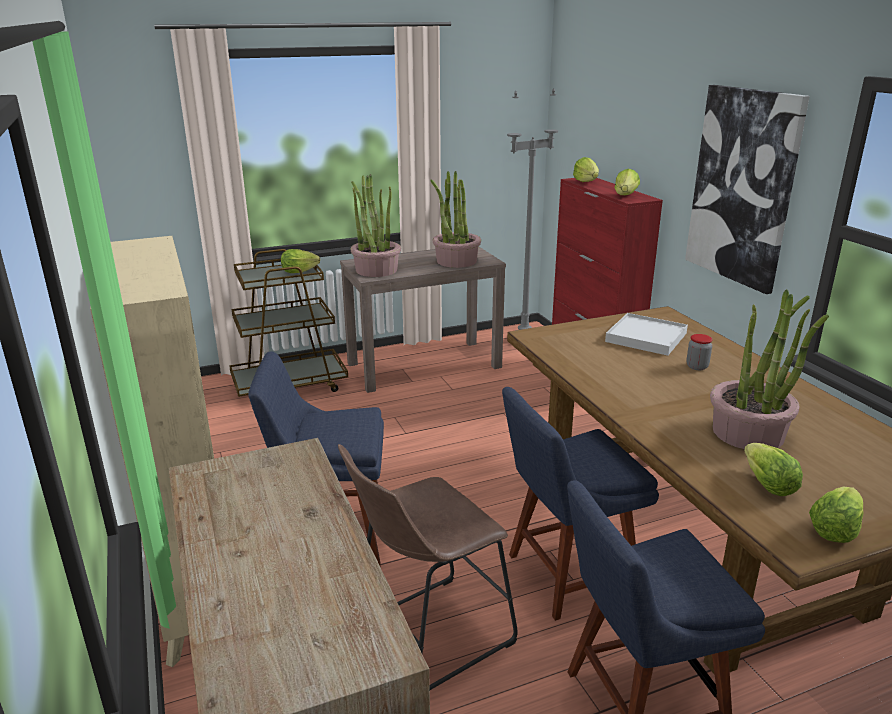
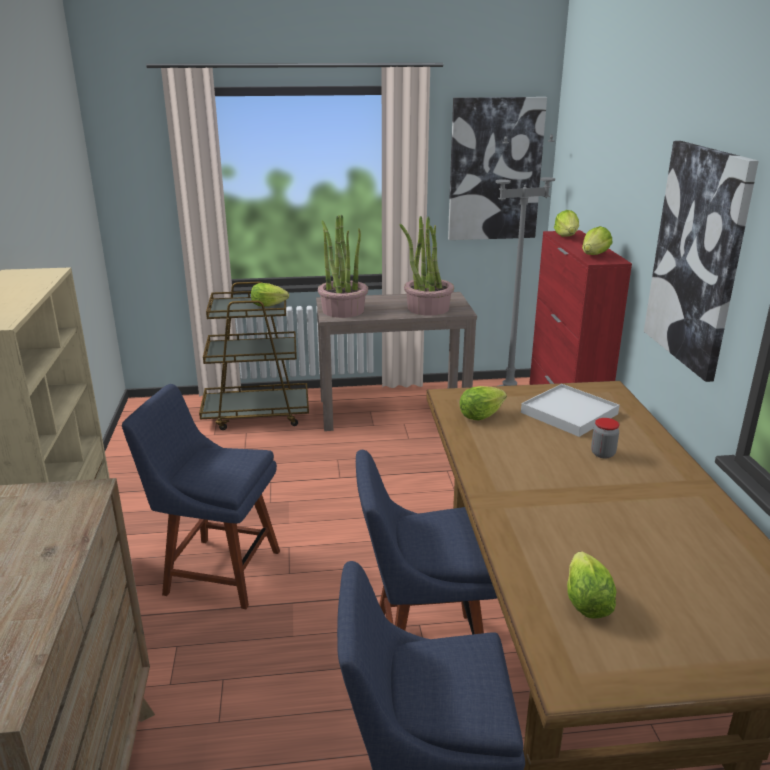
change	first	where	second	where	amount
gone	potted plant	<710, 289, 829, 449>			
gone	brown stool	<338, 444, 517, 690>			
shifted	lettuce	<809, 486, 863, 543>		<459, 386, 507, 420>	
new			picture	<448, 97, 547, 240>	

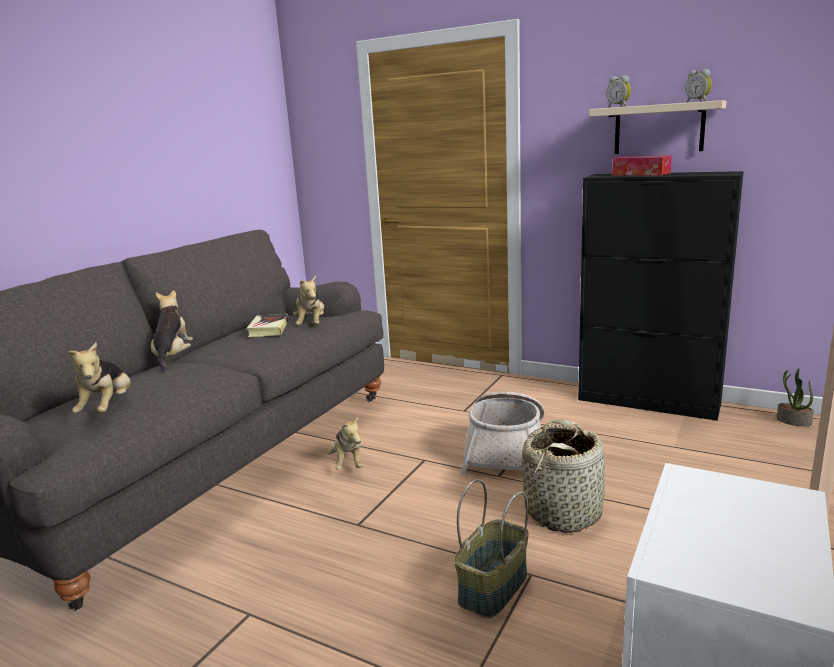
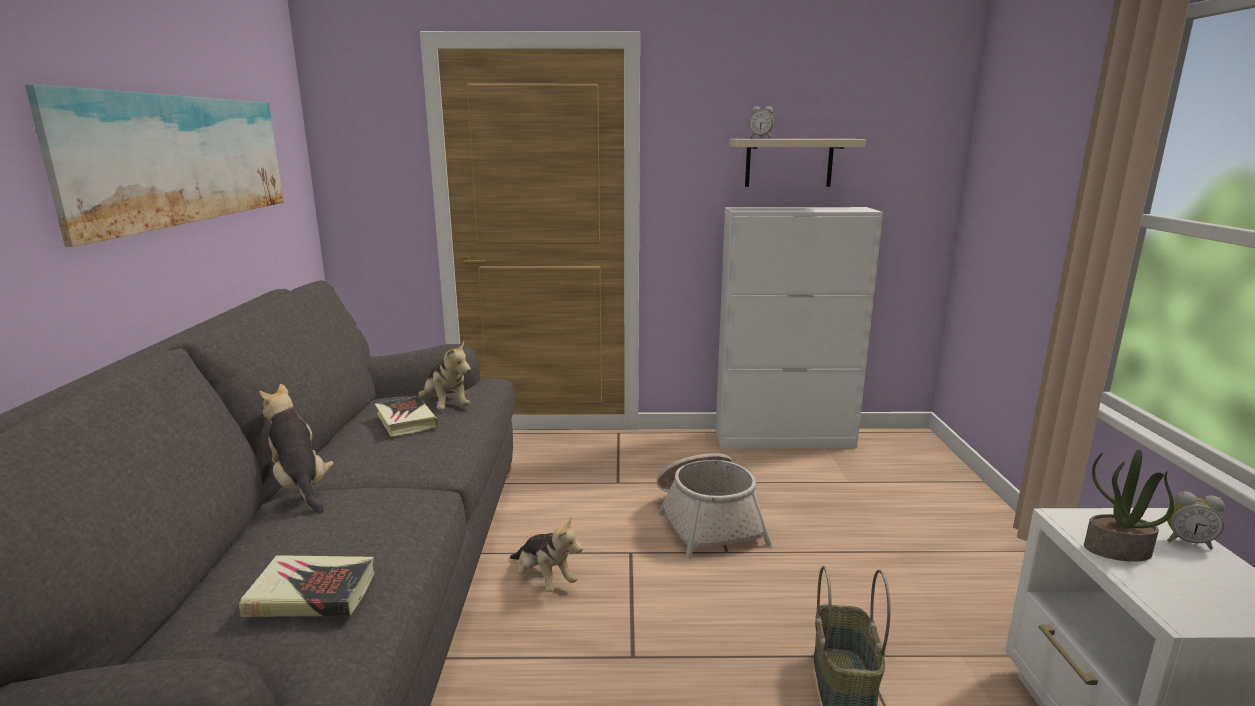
change	first	where	second	where	amount
shifted	alarm clock	<685, 69, 712, 103>		<1167, 492, 1225, 549>	
gone	tissue box	<612, 155, 672, 176>			
repainted	black cabinet	<578, 171, 744, 421>	white cabinet	<716, 207, 883, 449>	
swapped	plush toy	<69, 343, 131, 413>	book	<239, 555, 375, 617>	
shifted	potted plant	<777, 368, 814, 427>		<1084, 450, 1174, 562>	
gone	basket	<521, 419, 605, 533>			
new			picture	<25, 84, 284, 247>	

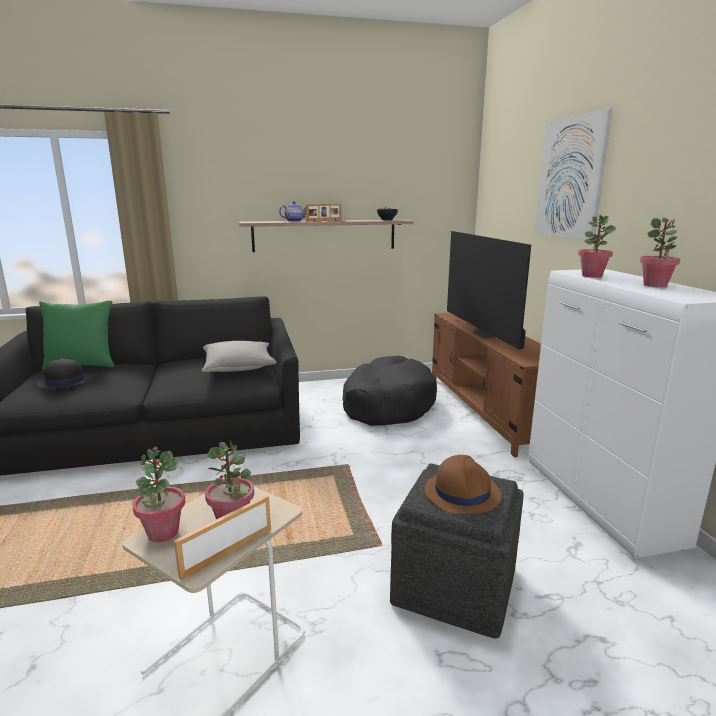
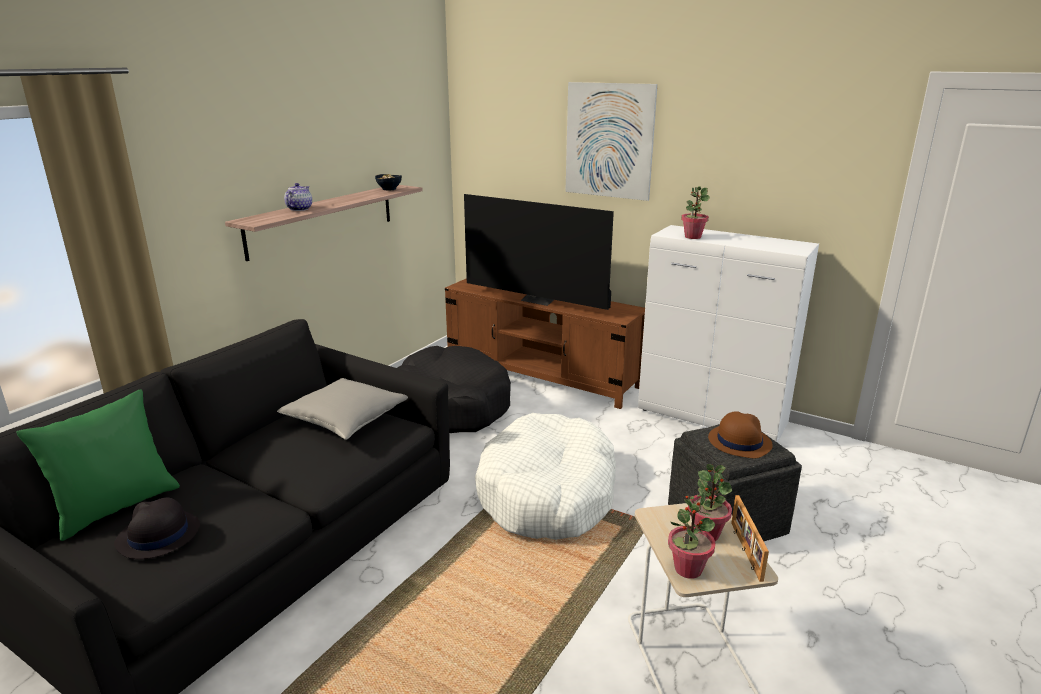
change	first	where	second	where	amount
gone	picture frame	<306, 204, 341, 222>			
gone	potted plant	<640, 218, 680, 287>			
new			white dog bed	<475, 413, 616, 540>	

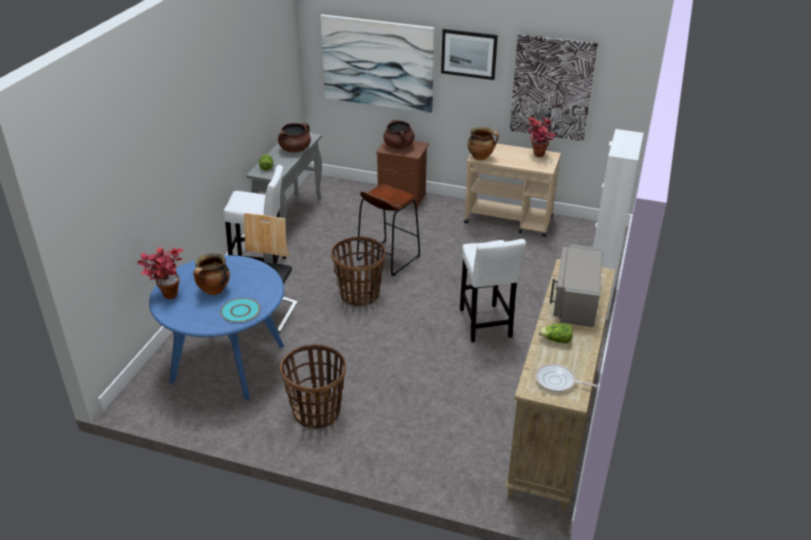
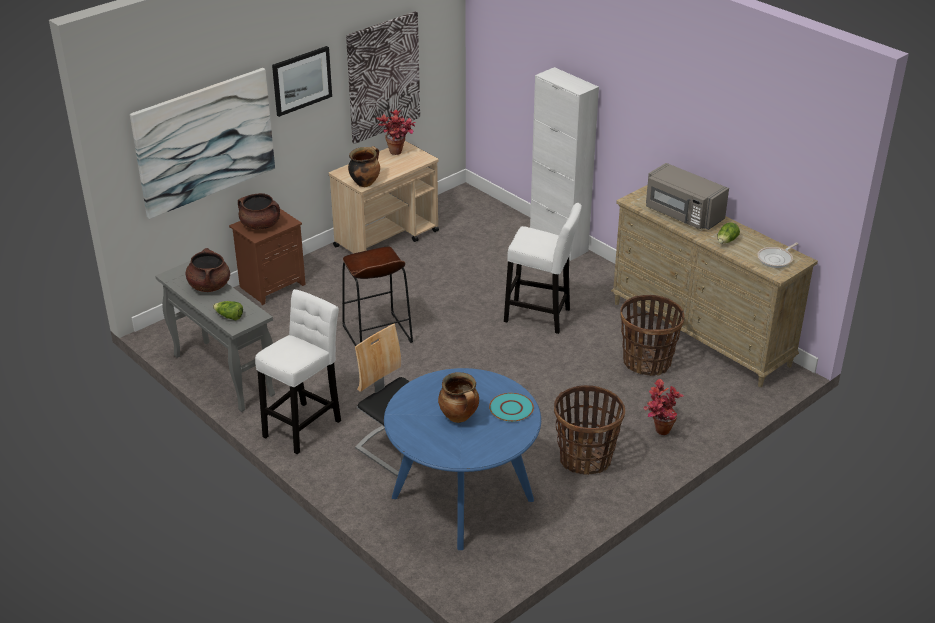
change	first	where	second	where	amount
shifted	basket	<331, 236, 386, 306>		<620, 295, 685, 376>	
shifted	potted plant	<137, 247, 183, 299>		<644, 379, 684, 435>	

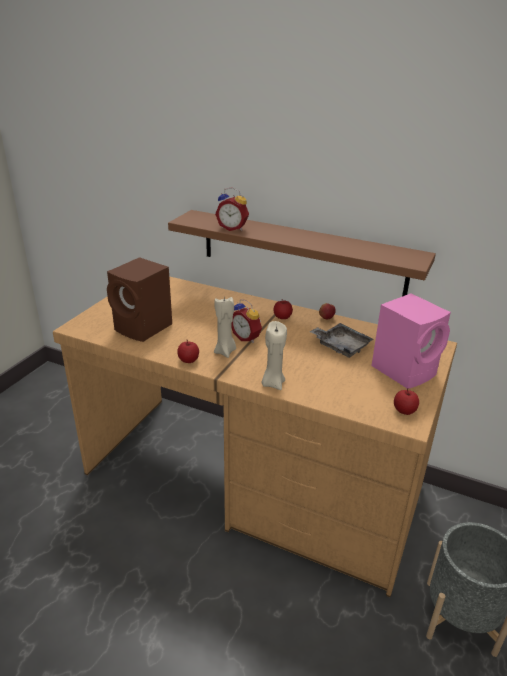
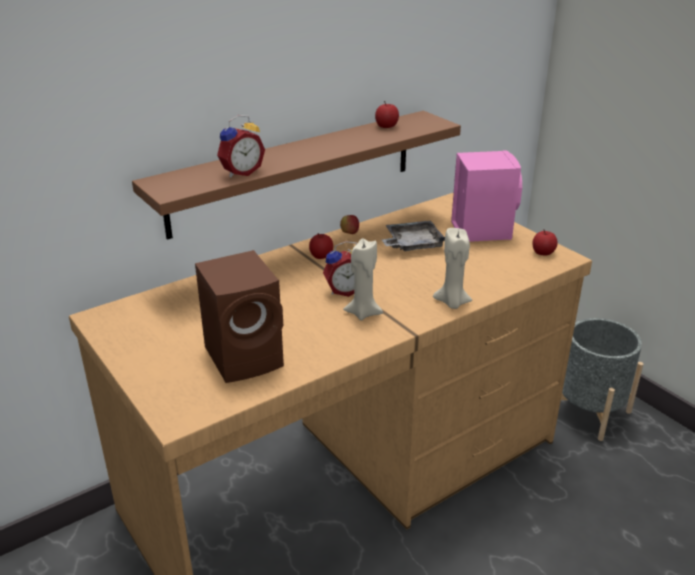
change	first	where	second	where	amount
shifted	apple	<177, 340, 199, 363>		<375, 101, 399, 128>	

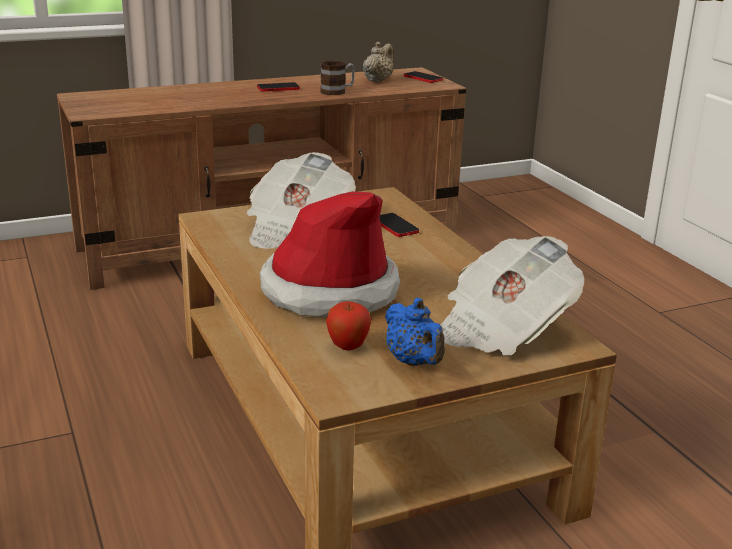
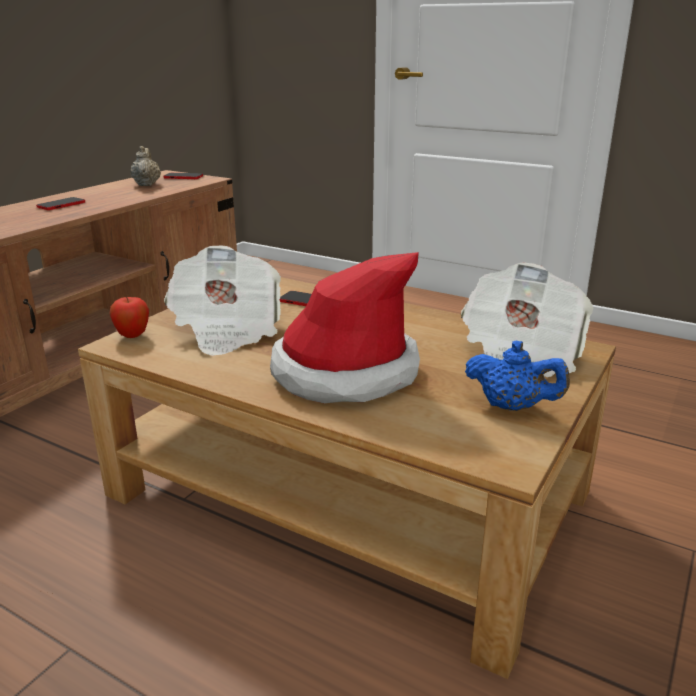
change	first	where	second	where	amount
gone	mug	<320, 61, 355, 95>			
shifted	apple	<326, 301, 371, 351>		<110, 297, 149, 338>	

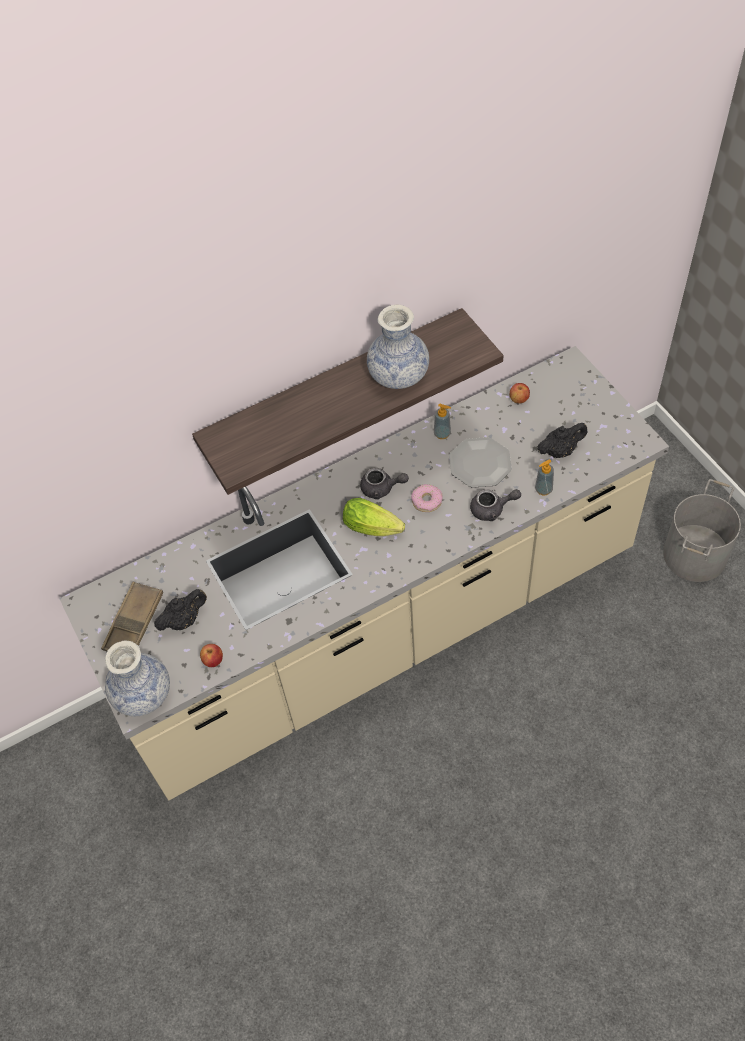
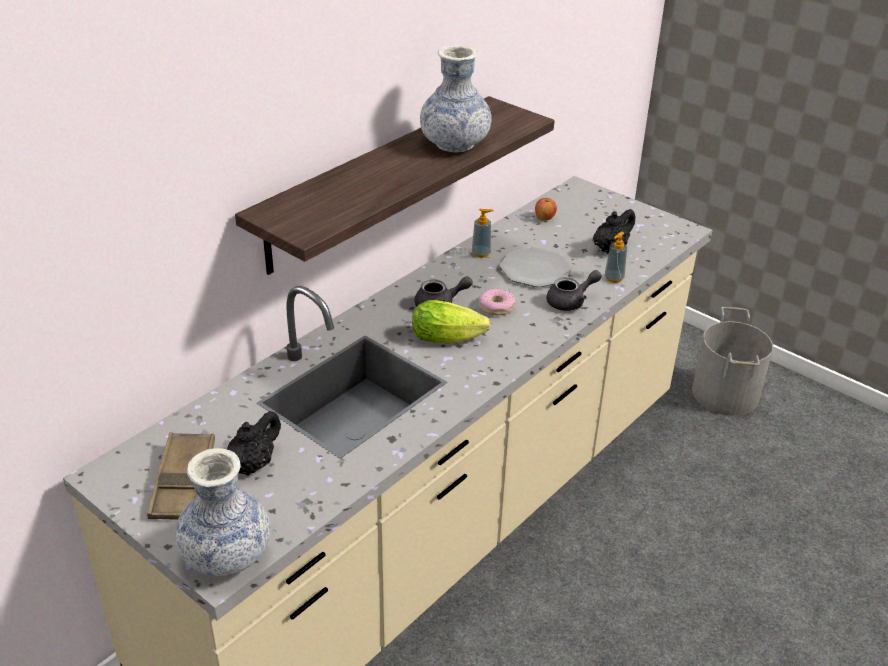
change	first	where	second	where	amount
gone	apple	<200, 644, 223, 667>			

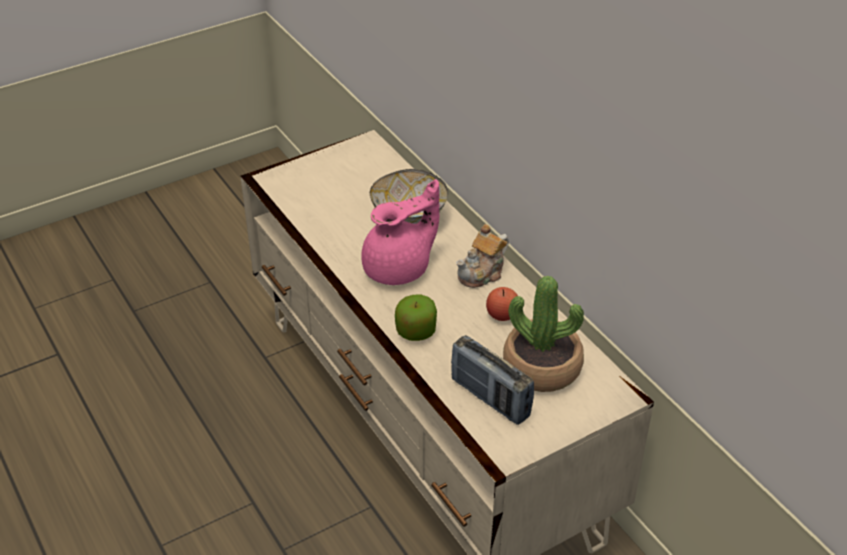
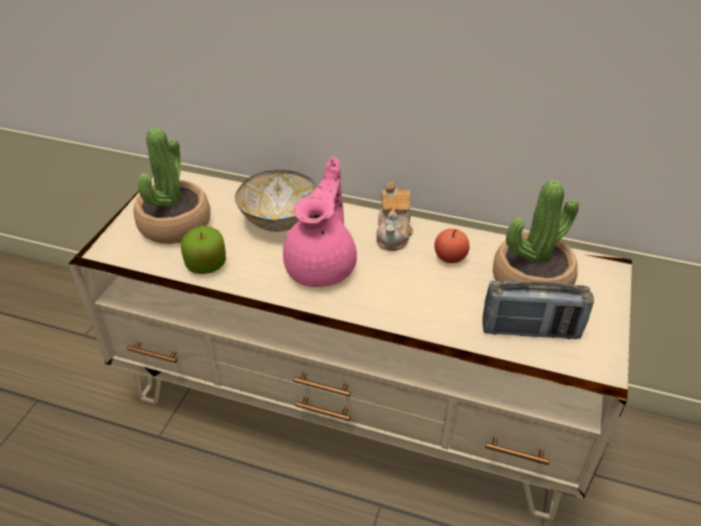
change	first	where	second	where	amount
shifted	apple	<395, 295, 437, 341>		<181, 226, 226, 274>	
new			potted plant	<134, 128, 211, 244>	

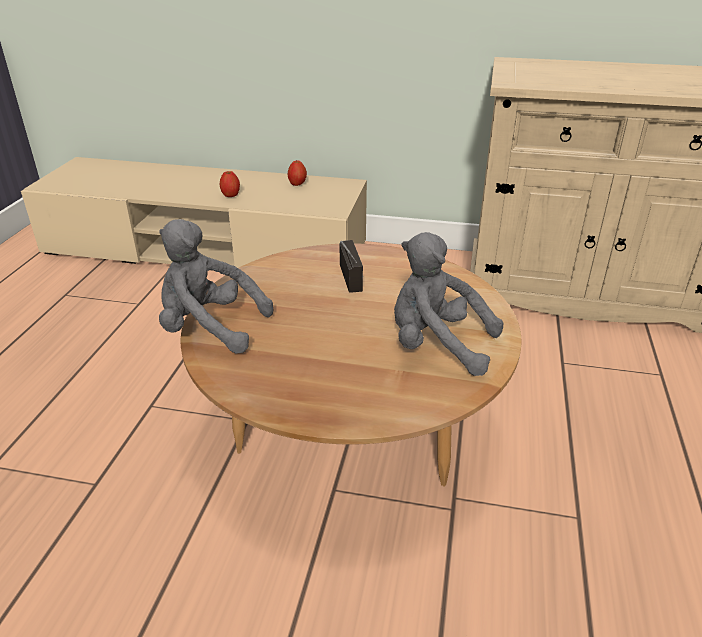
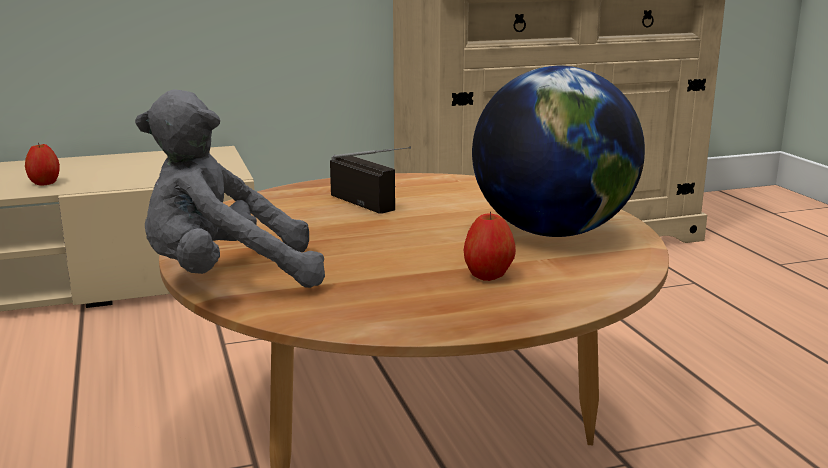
change	first	where	second	where	amount
shifted	apple	<288, 161, 307, 186>		<464, 212, 516, 281>	
swapped	grey plush toy	<394, 232, 503, 376>	globe	<472, 66, 645, 237>	

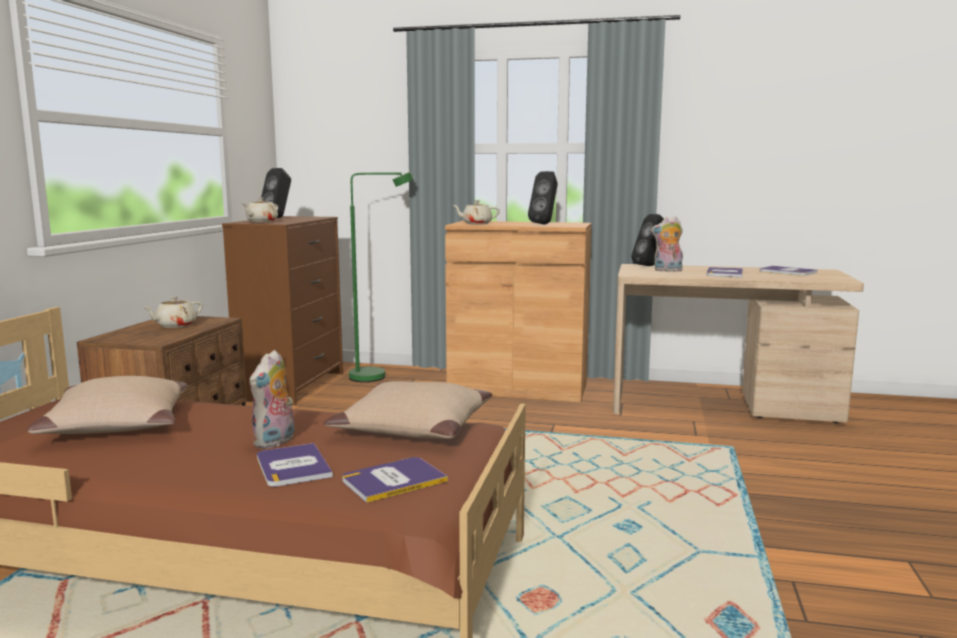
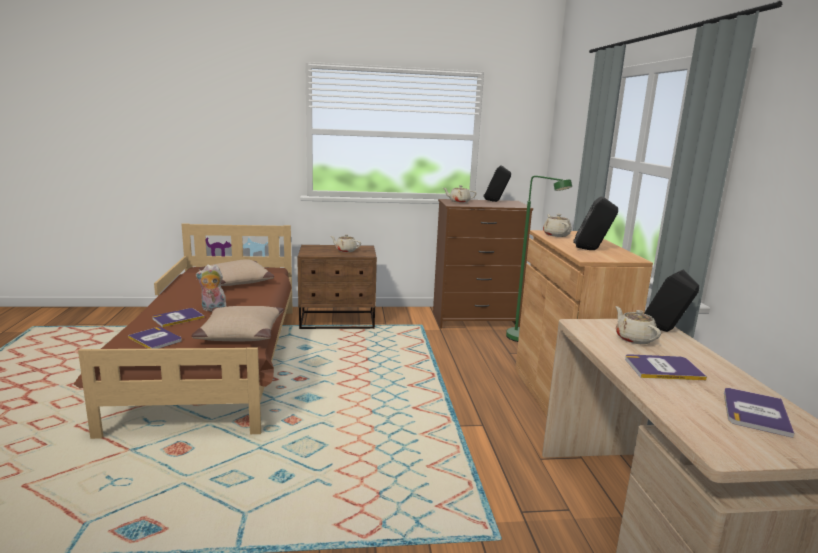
change	first	where	second	where	amount
swapped	plush toy	<651, 216, 683, 272>	beige teapot	<615, 306, 661, 344>	

